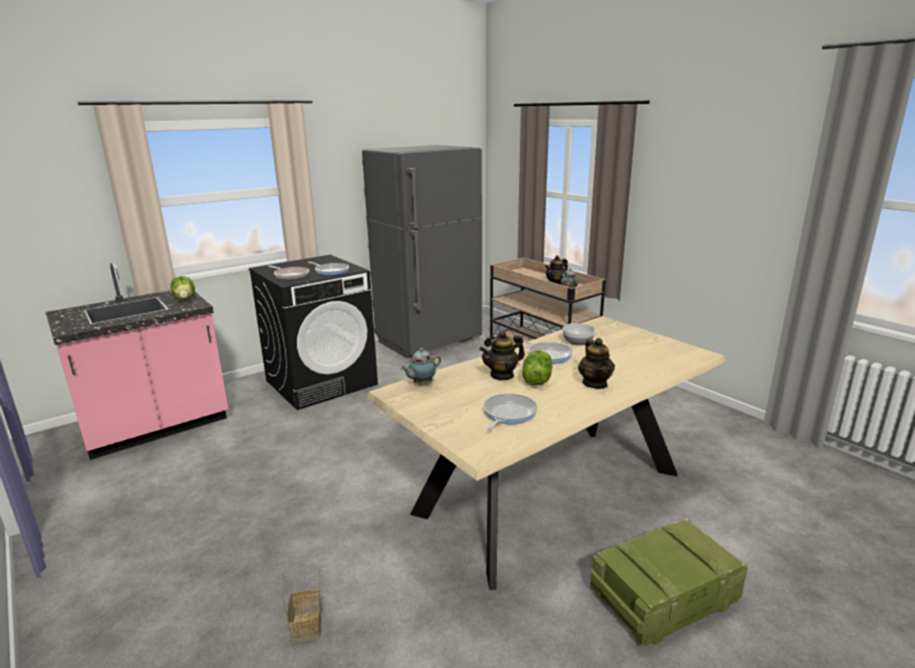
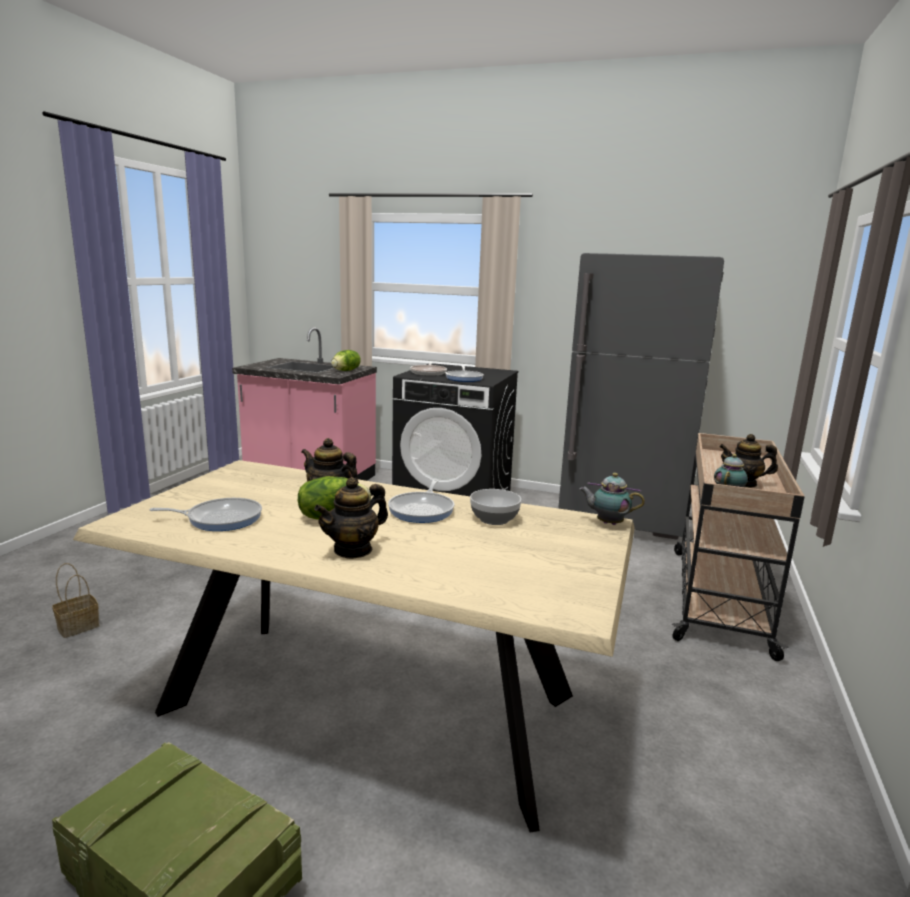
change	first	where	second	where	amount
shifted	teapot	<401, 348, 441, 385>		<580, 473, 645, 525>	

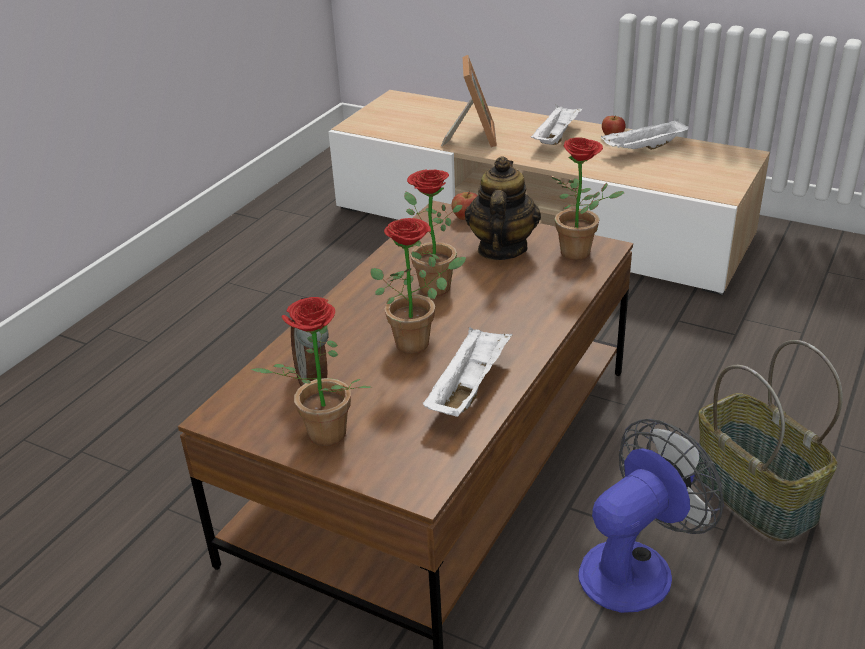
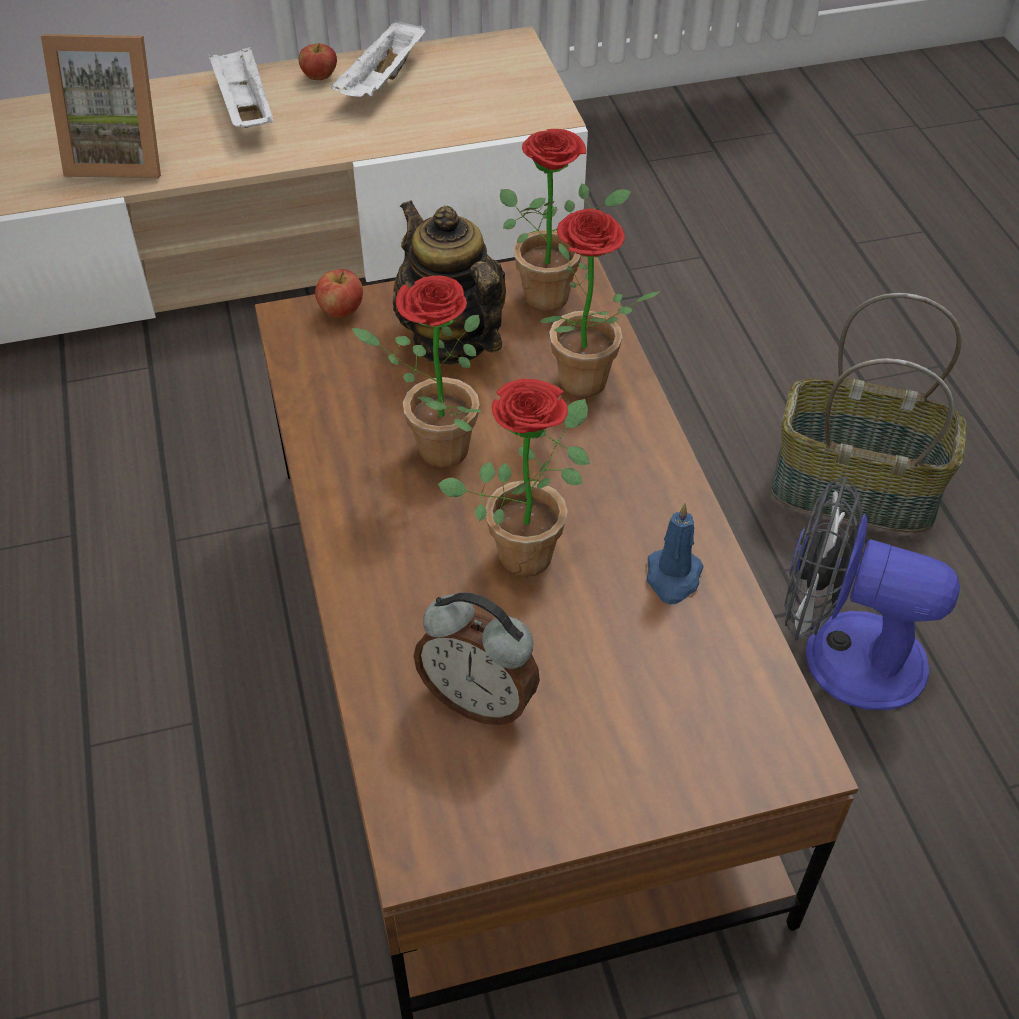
change	first	where	second	where	amount
rotated	picture frame	<441, 55, 497, 148>		<41, 34, 161, 179>	135 degrees clockwise
shifted	potted plant	<251, 297, 373, 446>		<539, 208, 660, 397>	
swapped	white tray	<423, 327, 512, 417>	blue candle	<647, 503, 704, 604>	
rotated	fan	<578, 419, 723, 613>		<784, 476, 960, 710>	75 degrees counterclockwise

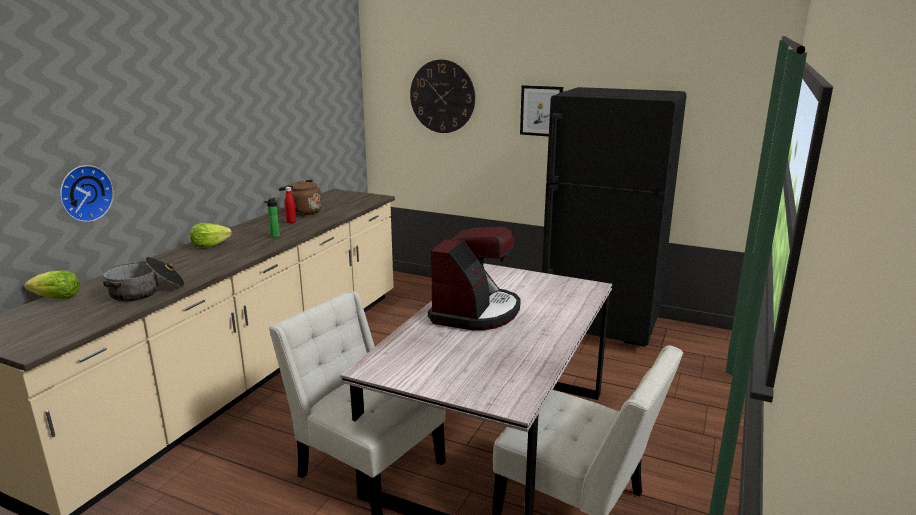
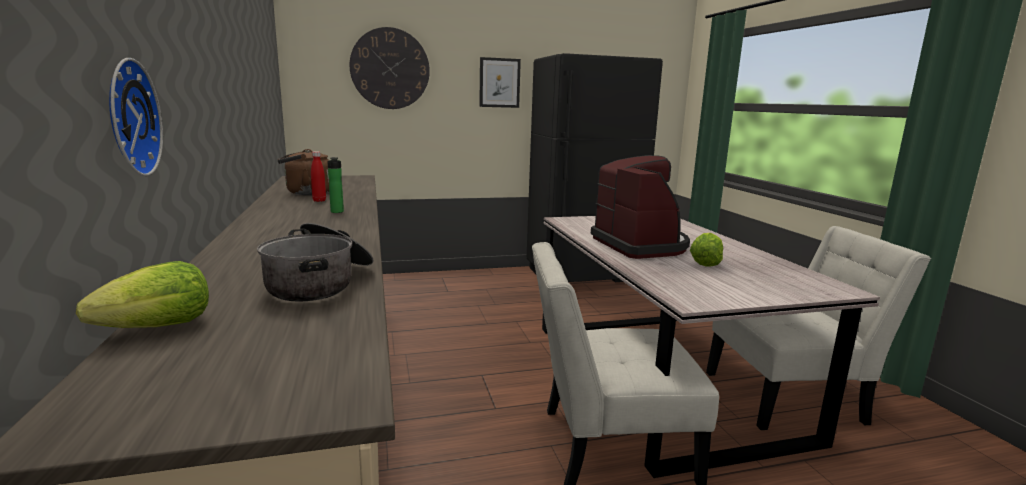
change	first	where	second	where	amount
shifted	lettuce	<190, 223, 232, 248>		<690, 233, 723, 267>	

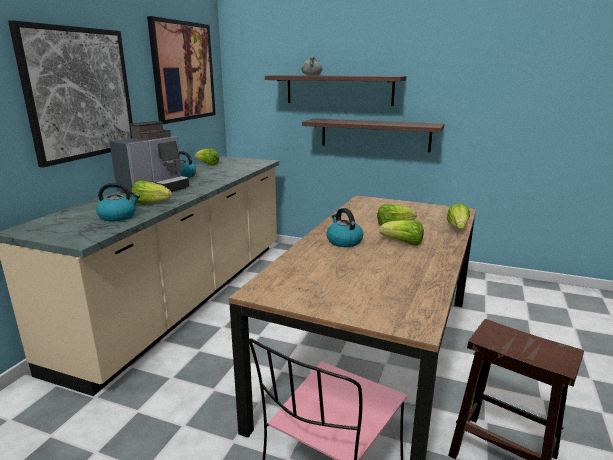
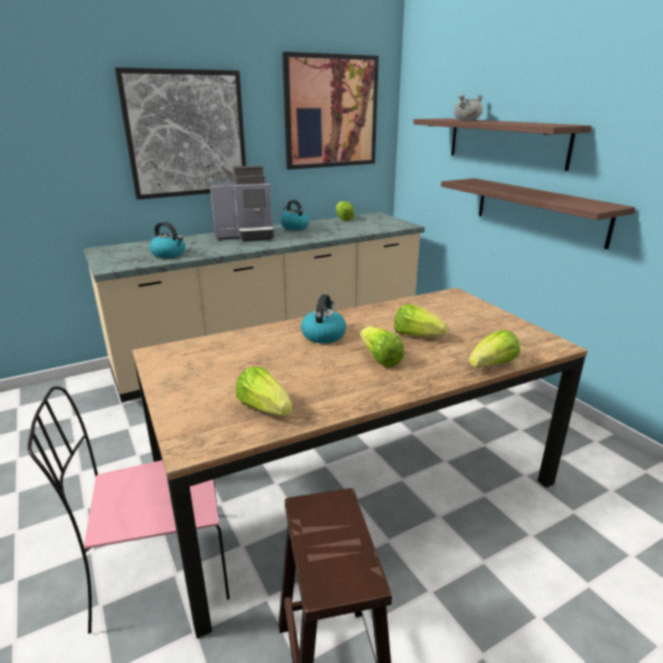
change	first	where	second	where	amount
shifted	lettuce	<131, 181, 172, 204>		<236, 367, 293, 416>	

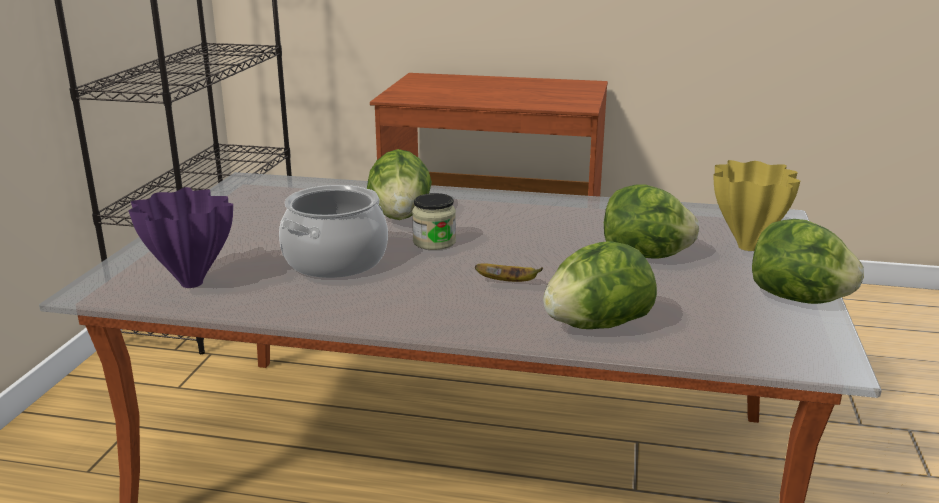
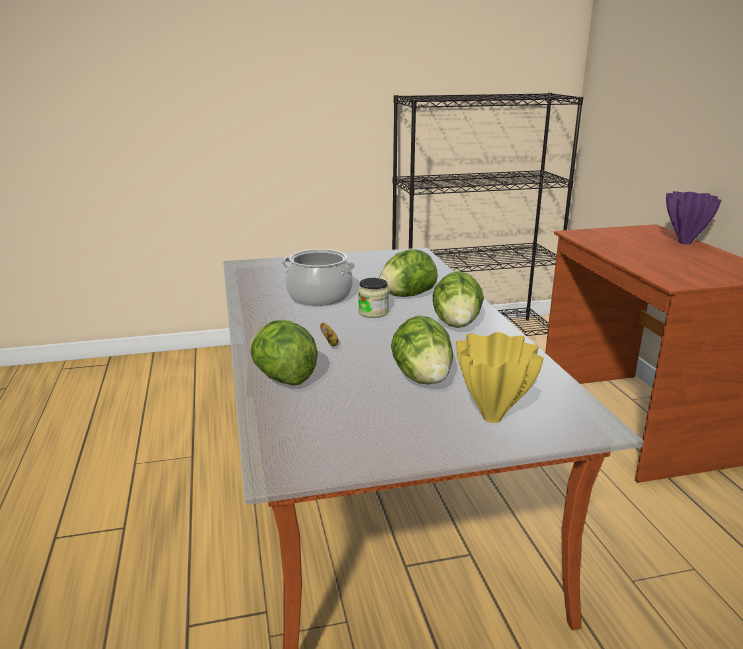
change	first	where	second	where	amount
shifted	purple vase	<129, 187, 233, 288>		<666, 191, 721, 245>	
shifted	lettuce	<752, 219, 864, 304>		<433, 271, 484, 328>	

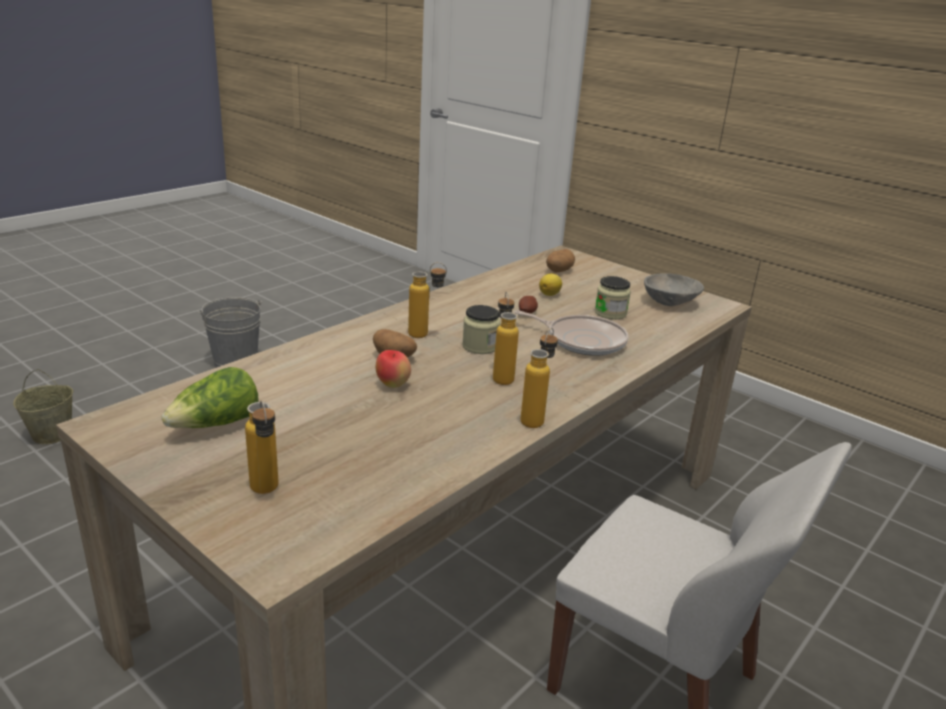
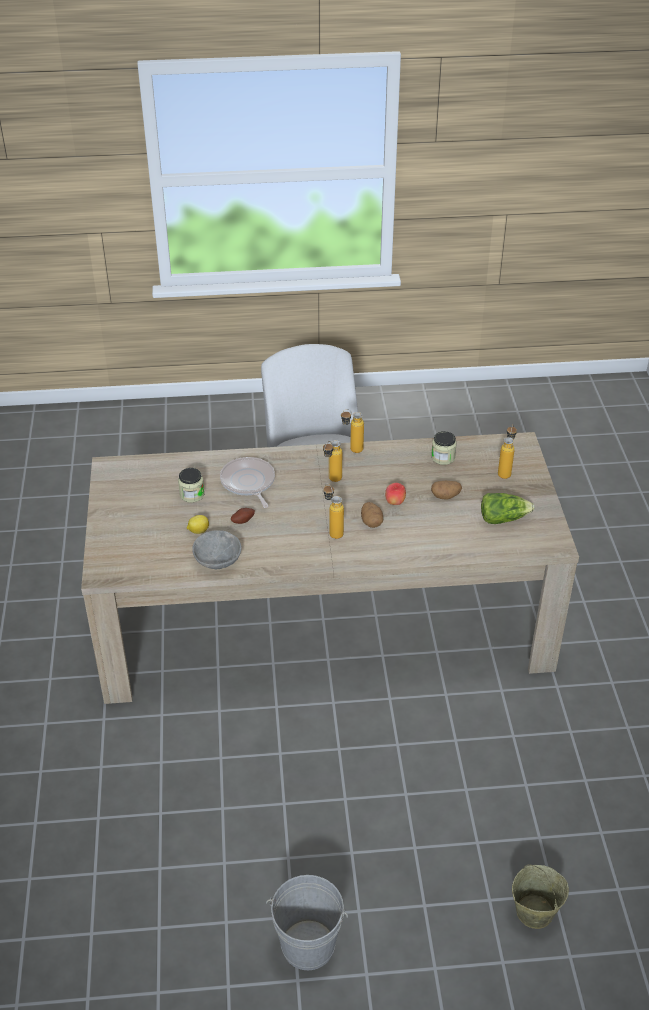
change	first	where	second	where	amount
shifted	potato	<546, 249, 575, 273>		<431, 481, 462, 499>	
shifted	grey bowl	<644, 273, 704, 306>		<192, 530, 241, 569>	
shifted	jar	<462, 305, 501, 354>		<431, 431, 457, 465>	

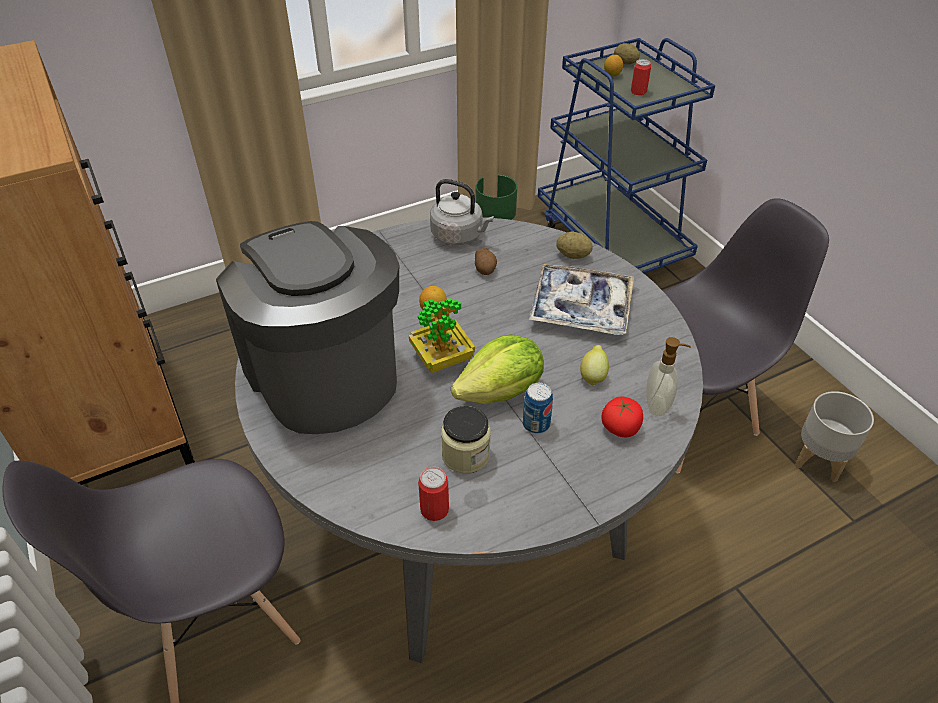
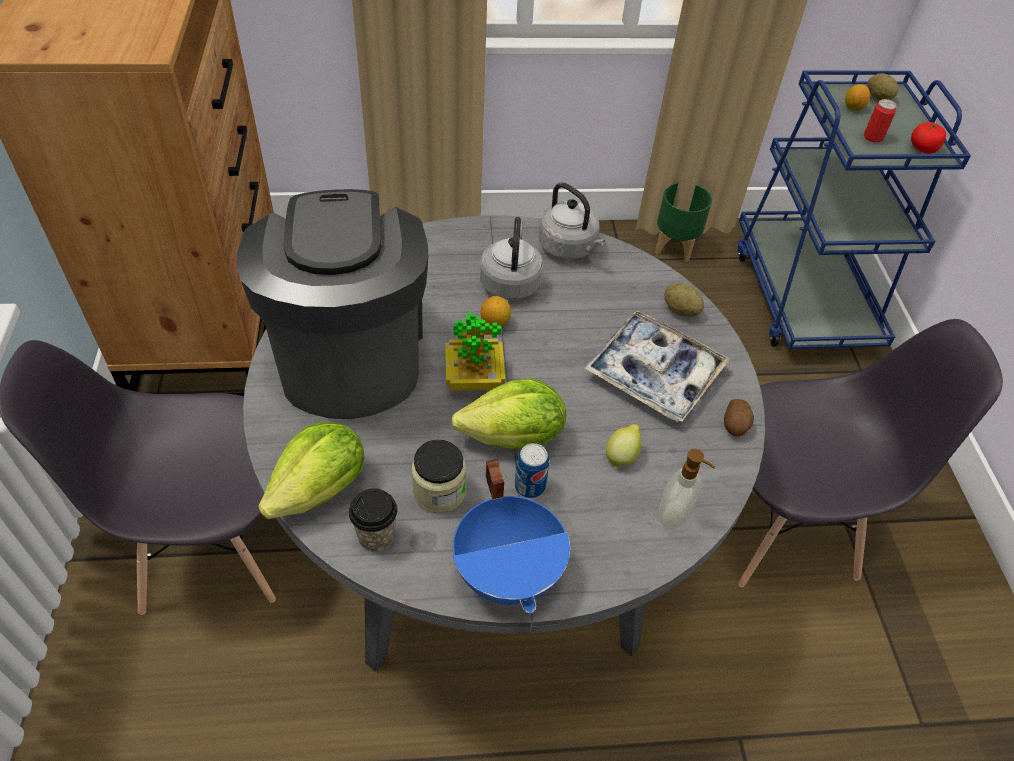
change	first	where	second	where	amount
shifted	potato	<475, 248, 497, 275>		<724, 399, 754, 436>	
gone	grey planter	<795, 391, 874, 482>			
shifted	tomato	<601, 396, 643, 437>		<911, 122, 946, 154>	
swapped	can	<418, 467, 449, 521>	cup	<349, 488, 397, 552>	
new			grey kettle	<480, 217, 543, 300>	
new			lettuce	<258, 422, 365, 519>	
new			blue cooking pot	<453, 459, 570, 613>	

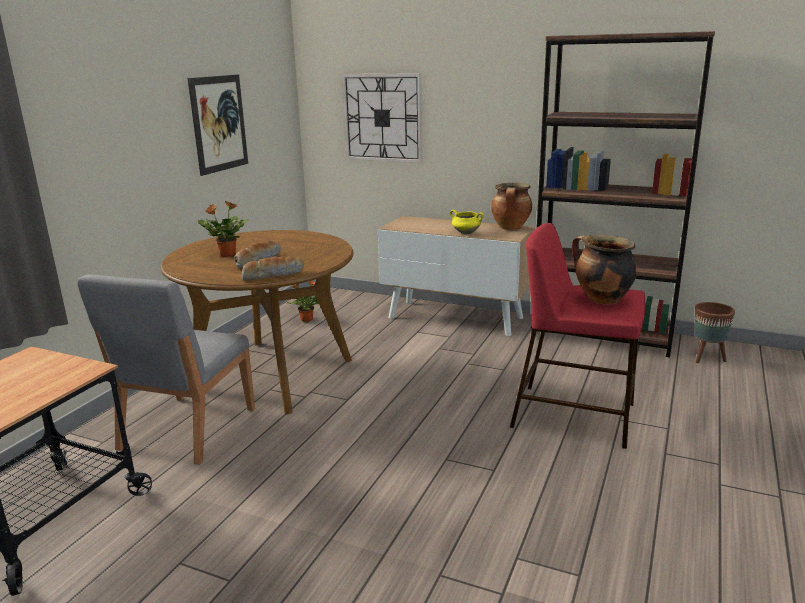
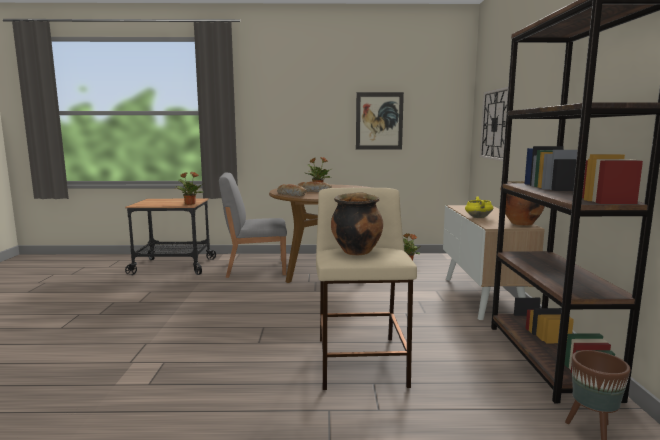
change	first	where	second	where	amount
repainted	red stool	<510, 223, 645, 449>	beige stool	<316, 188, 417, 390>	
new			potted plant	<176, 172, 203, 205>	

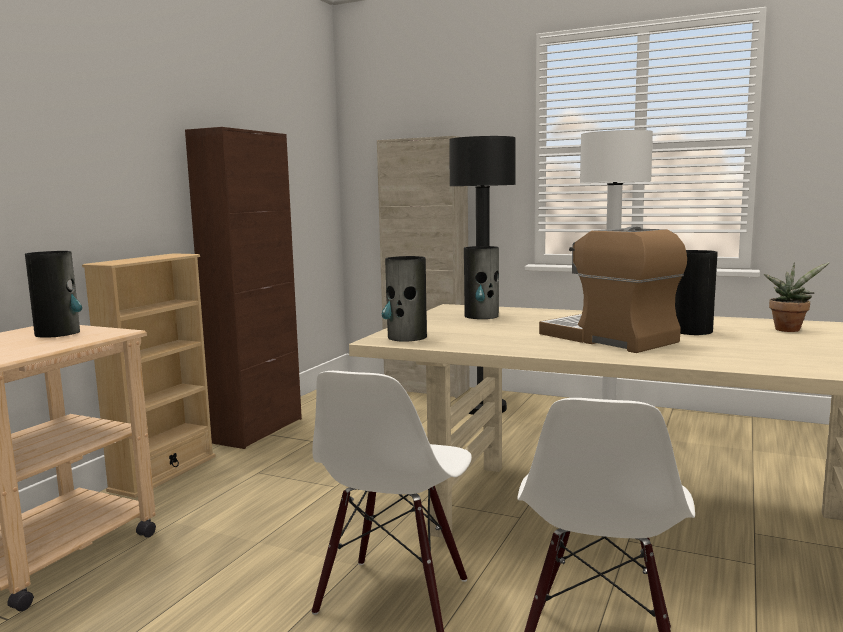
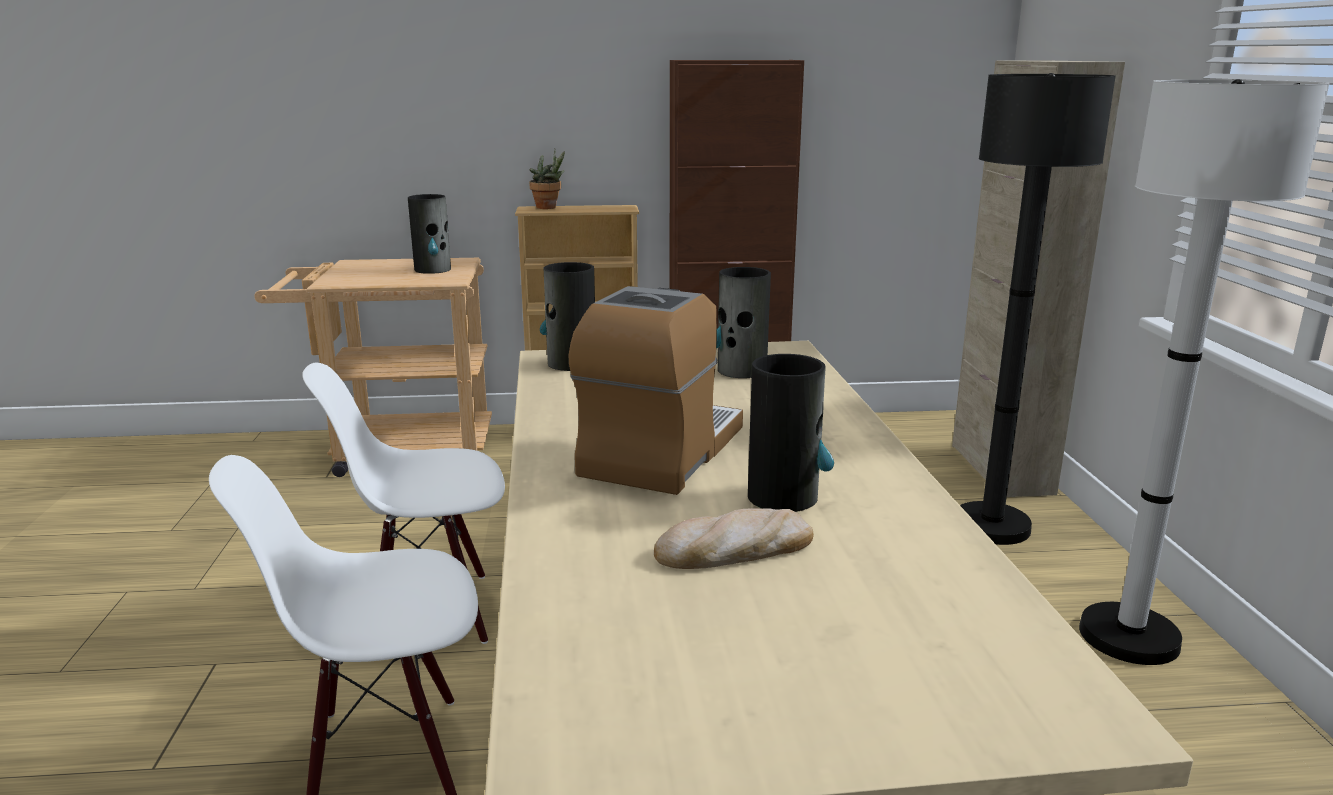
change	first	where	second	where	amount
shifted	potted plant	<764, 262, 830, 332>		<529, 149, 565, 209>	
new			bread	<654, 508, 814, 569>	

